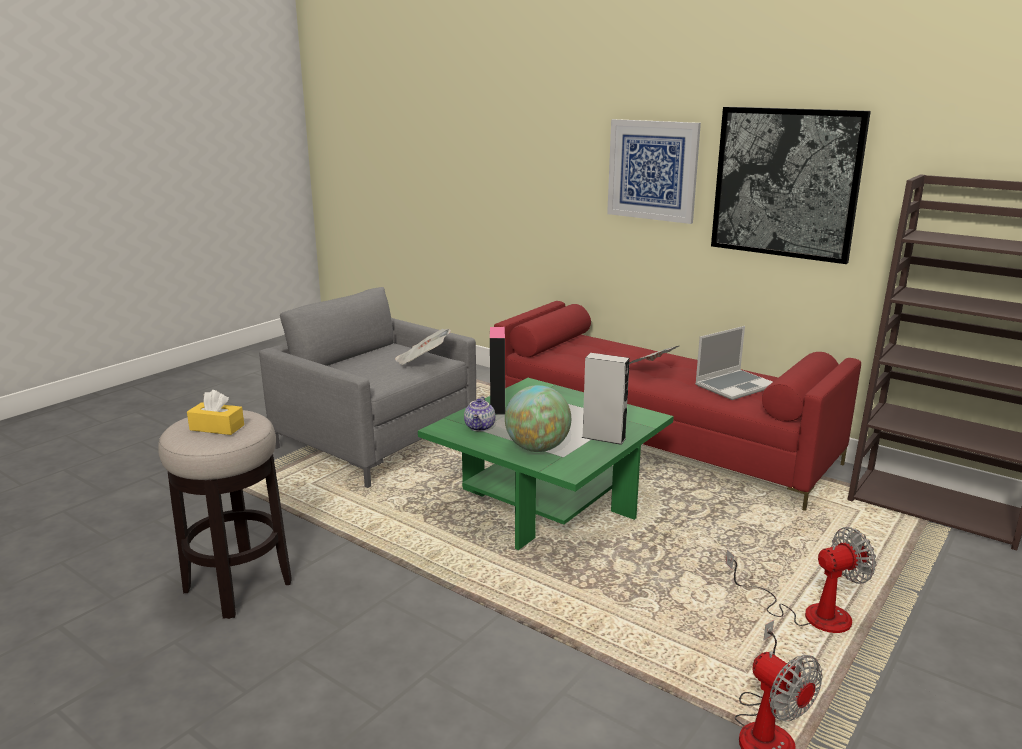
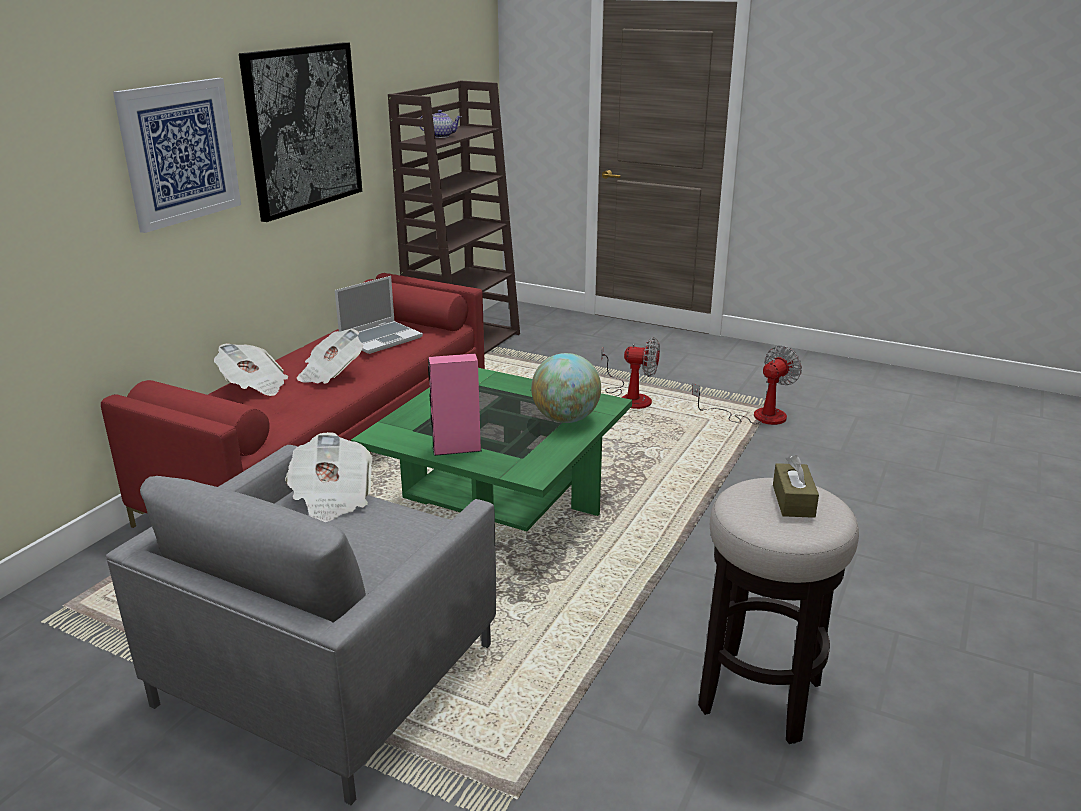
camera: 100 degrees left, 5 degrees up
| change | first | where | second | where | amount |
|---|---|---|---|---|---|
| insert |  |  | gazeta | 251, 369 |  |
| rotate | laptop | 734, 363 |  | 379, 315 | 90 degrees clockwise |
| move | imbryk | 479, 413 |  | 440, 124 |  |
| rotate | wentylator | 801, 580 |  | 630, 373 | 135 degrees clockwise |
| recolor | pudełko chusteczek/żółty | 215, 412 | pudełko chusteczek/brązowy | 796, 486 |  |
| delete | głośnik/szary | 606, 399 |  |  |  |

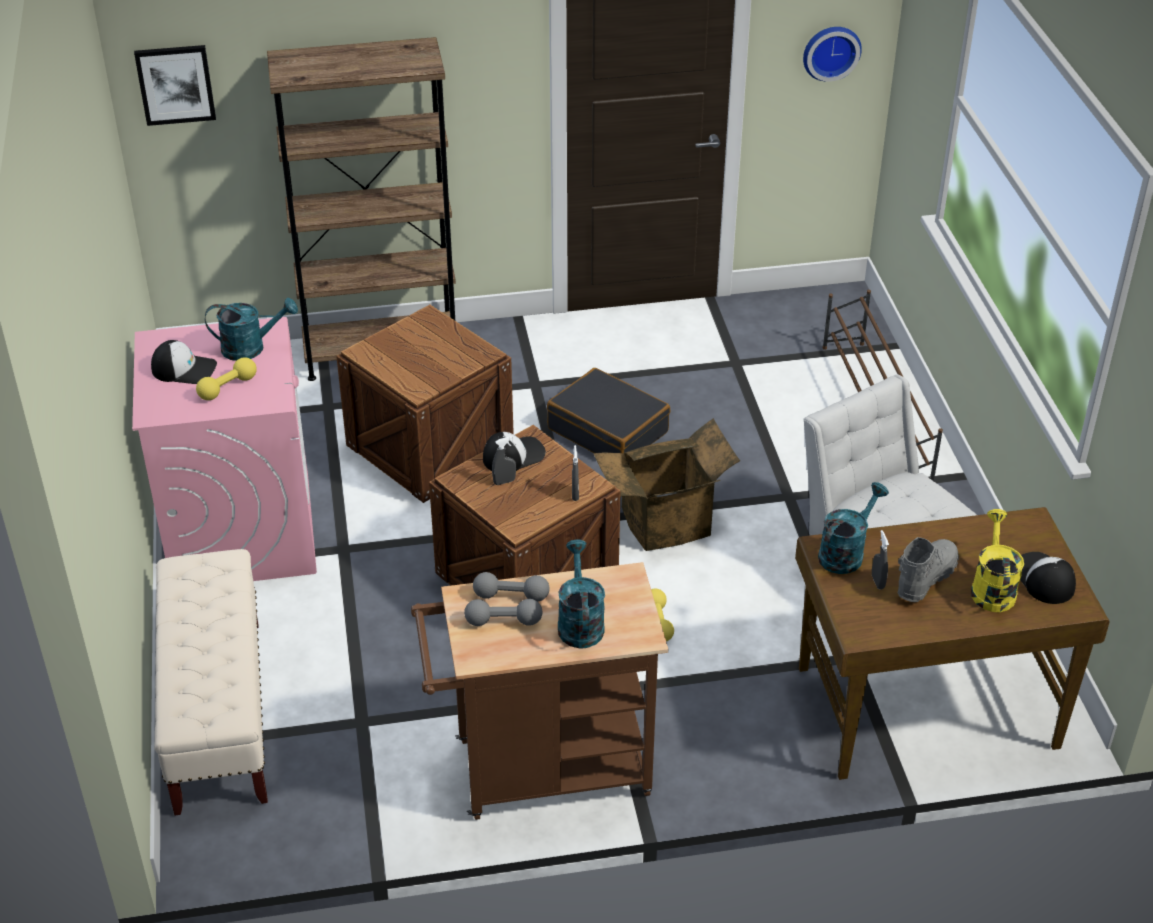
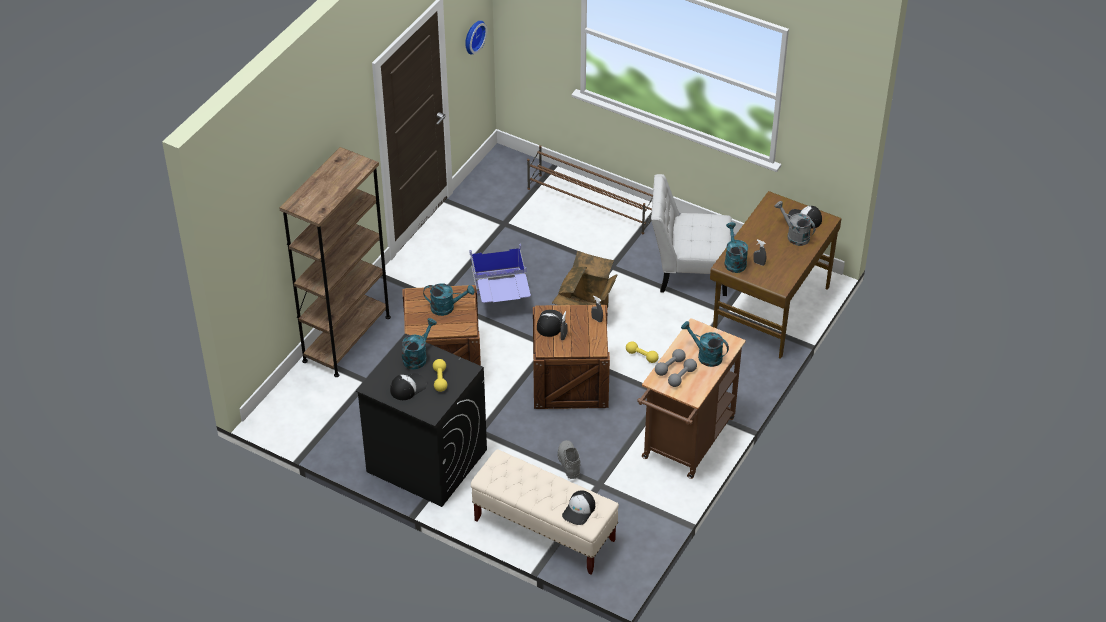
camera: 50 degrees left, 5 degrees up
| change | first | where | second | where | amount |
|---|---|---|---|---|---|
| recolor | pralka/różowy | 224, 449 | pralka/czarny | 421, 420 |  |
| insert |  |  | konewka/turkusowy | 449, 299 |  |
| replace | walizka/czarny | 608, 410 | pojemnik do przechowywania/niebieski | 500, 273 |  |
| move | but z cholewką/szary | 928, 569 |  | 569, 459 |  |
| insert |  |  | czapka z daszkiem | 578, 508 |  |
| recolor | konewka/żółty | 997, 560 | konewka/szary | 795, 223 |  |
| delete | obraz | 175, 85 |  |  |  |

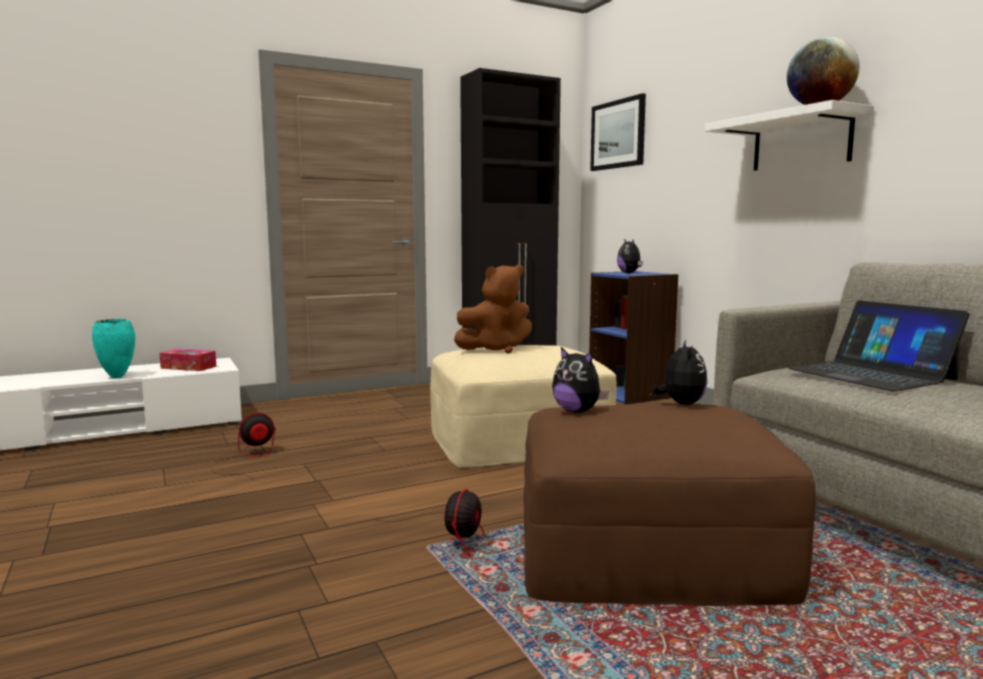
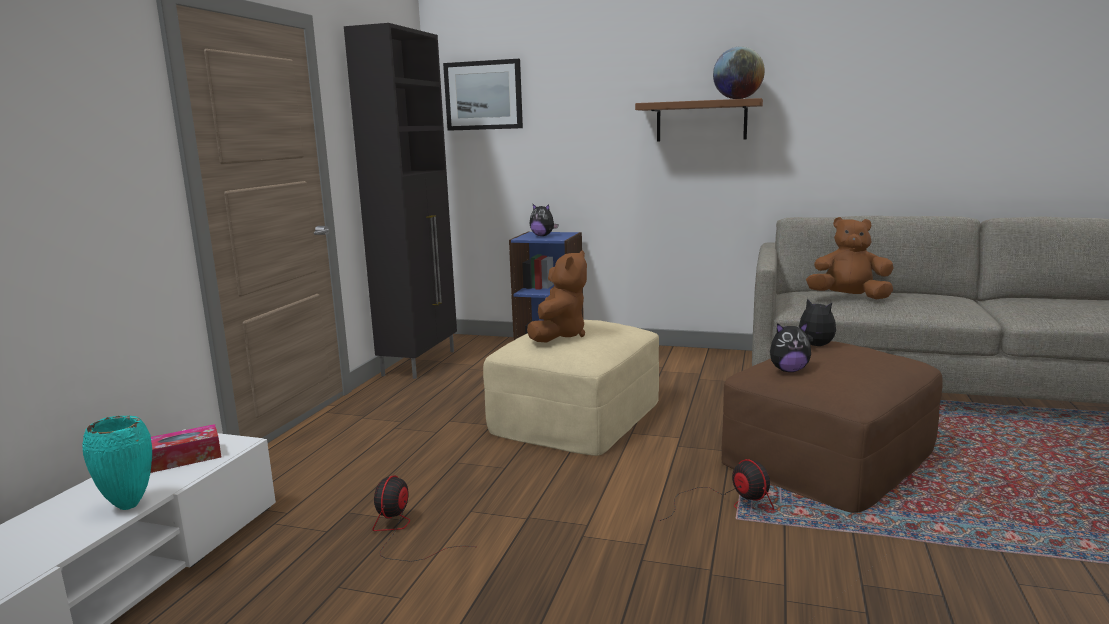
camera: 45 degrees left, 5 degrees up
| change | first | where | second | where | amount |
|---|---|---|---|---|---|
| recolor | półka/biały | 789, 135 | półka/brązowy | 699, 120 |  |
| replace | laptop | 879, 345 | pluszak/brązowy | 850, 258 |  |

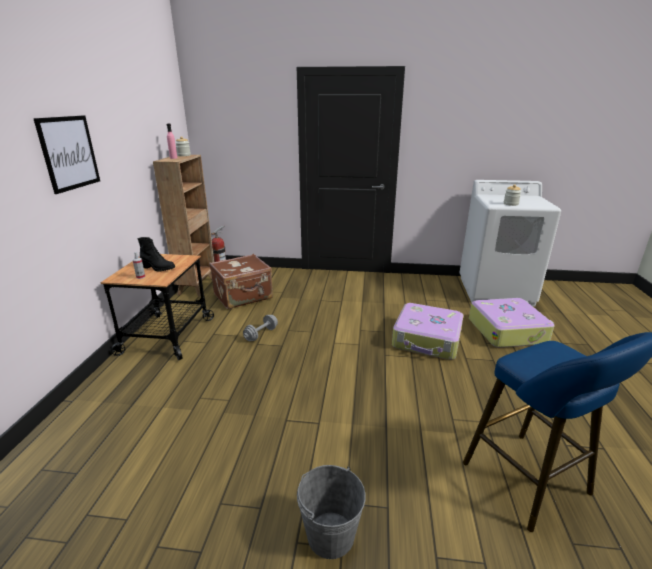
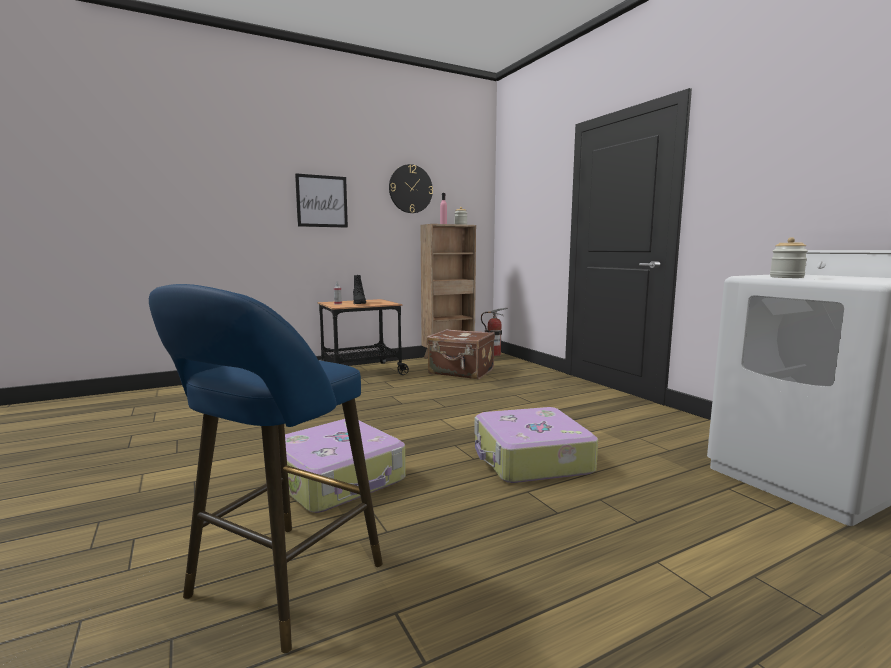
camera: 55 degrees right, 15 degrees down
| change | first | where | second | where | amount |
|---|---|---|---|---|---|
| move | walizka | 511, 323 |  | 345, 466 |  |
| insert |  |  | zegar ścienny | 411, 188 |  |
| delete | hantel/szary | 260, 328 |  |  |  |
| delete | wiadro/szary | 331, 512 |  |  |  |

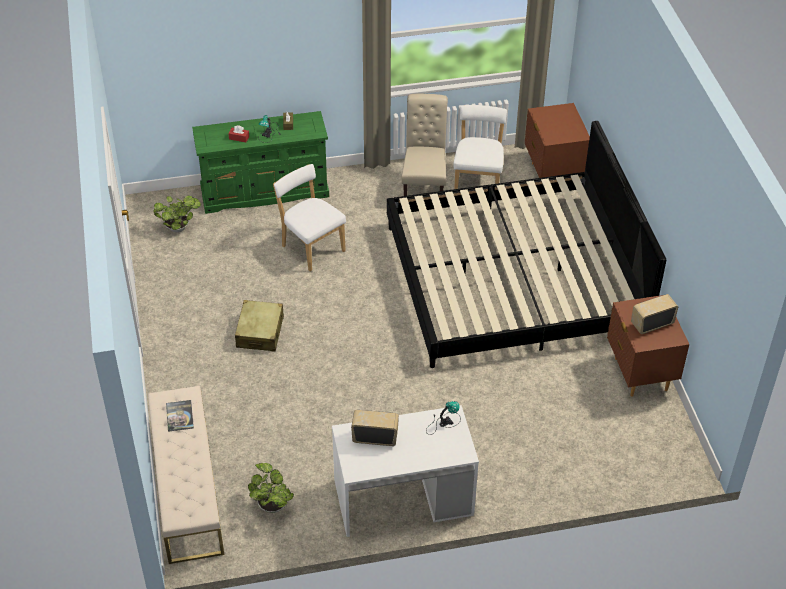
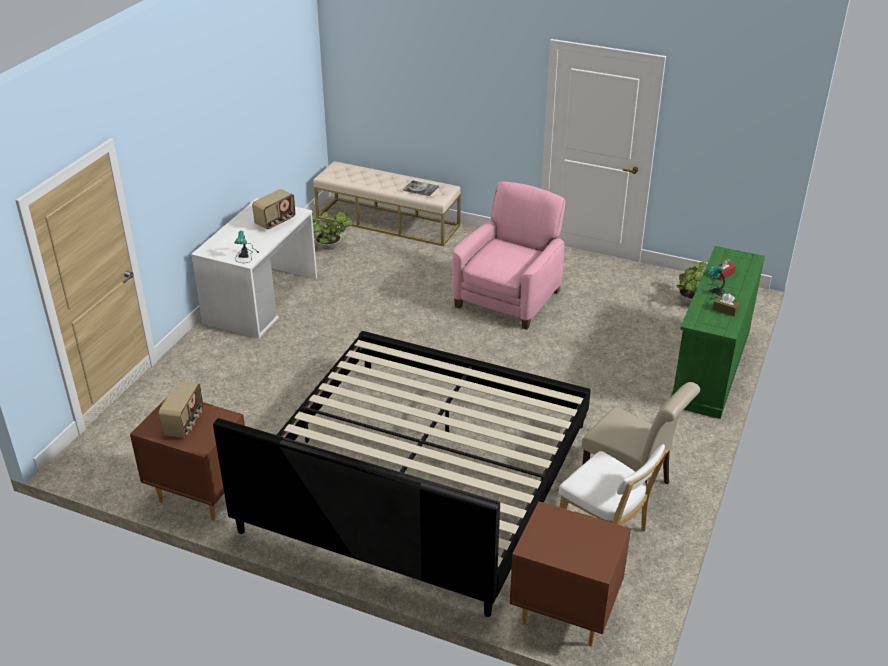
camera: 125 degrees right, 10 degrees down
| change | first | where | second | where | amount |
|---|---|---|---|---|---|
| replace | walizka/beżowy | 259, 326 | fotel/różowy | 508, 255 |  |
| delete | krzesło/biały | 309, 217 |  |  |  |

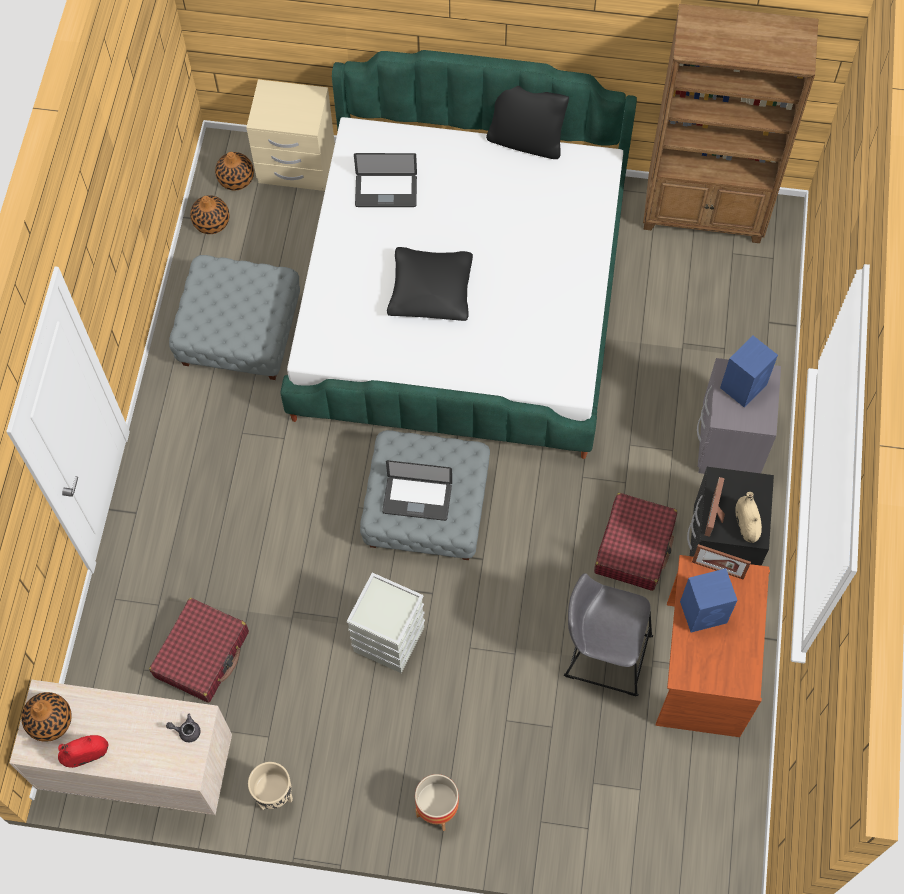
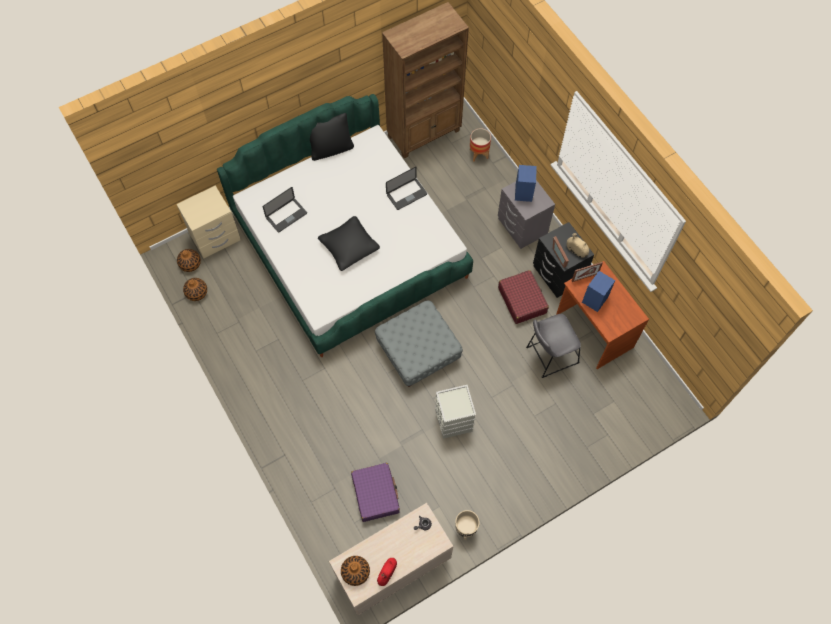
camera: 40 degrees left, 0 degrees up
| change | first | where | second | where | amount |
|---|---|---|---|---|---|
| recolor | walizka/czerwony | 199, 650 | walizka/fioletowy | 375, 492 |  |
| move | laptop | 417, 490 |  | 406, 188 |  |
| move | donica | 437, 802 |  | 480, 145 |  |
| delete | pufa/szary | 234, 317 |  |  |  |

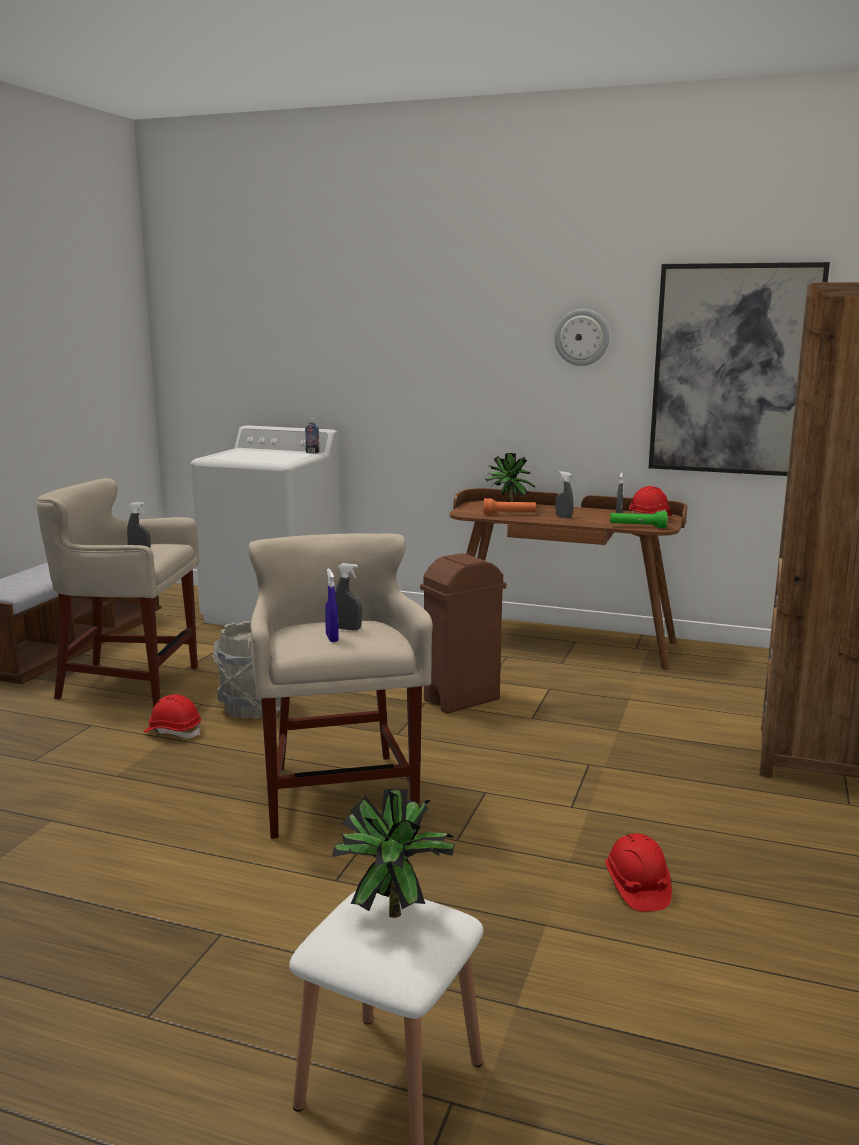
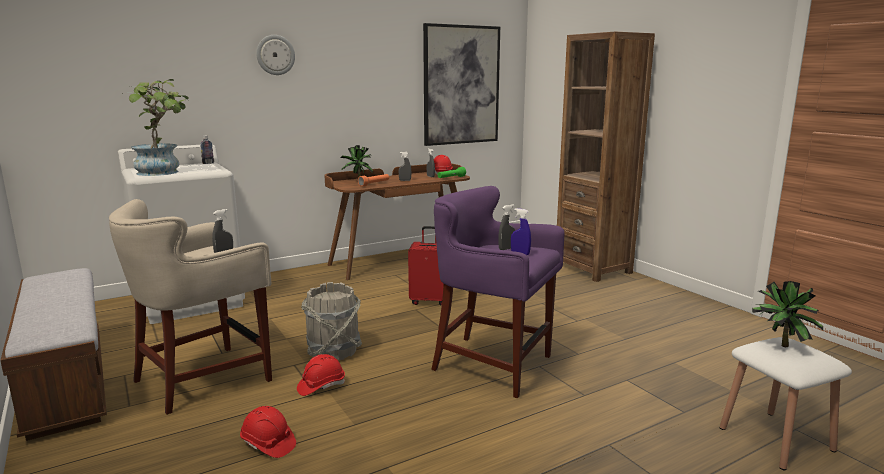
camera: 50 degrees left, 0 degrees up
| change | first | where | second | where | amount |
|---|---|---|---|---|---|
| insert |  |  | roślina doniczkowa | 155, 127 |  |
| move | kask/czerwony | 638, 872 |  | 268, 432 |  |
| move | zegar ścienny | 582, 337 |  | 275, 55 |  |
| replace | kosz na śmieci/brązowy | 463, 633 | walizka/czerwony | 426, 266 |  |
| recolor | stołek/beżowy | 340, 686 | stołek/fioletowy | 497, 292 |  |

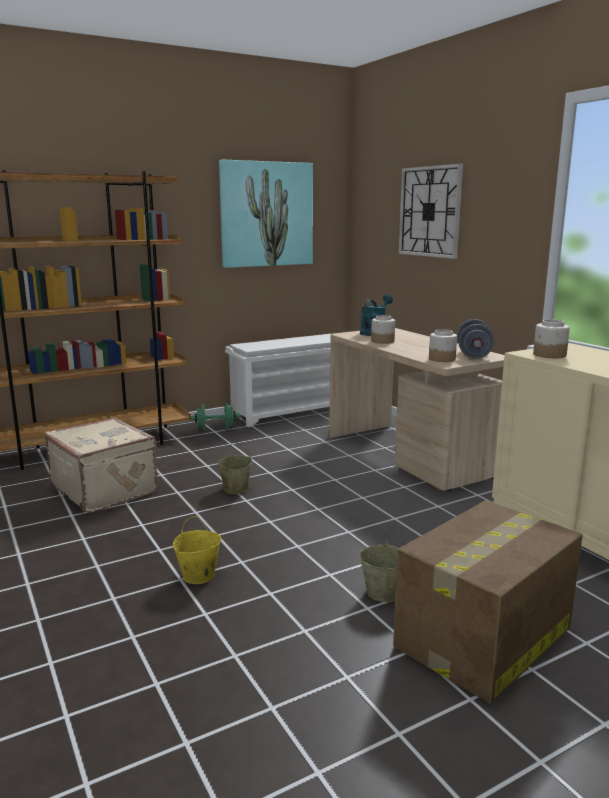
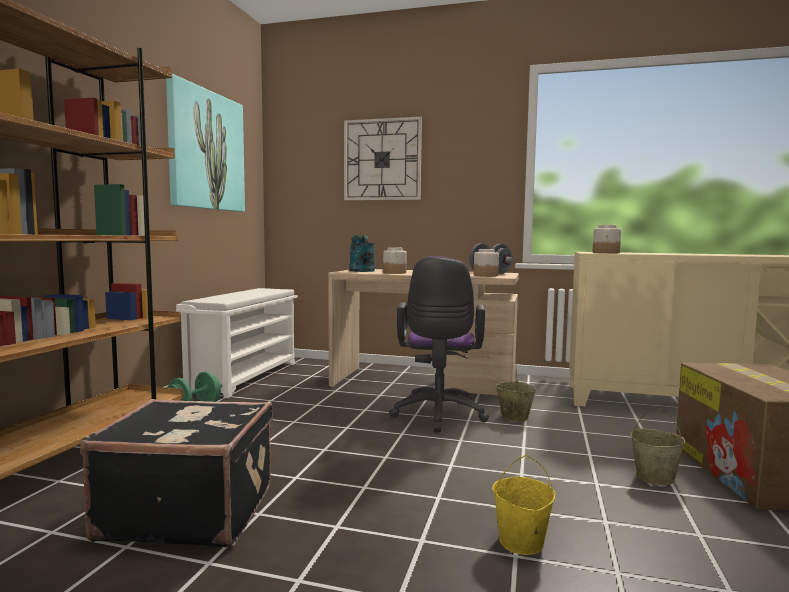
camera: 45 degrees left, 10 degrees down
| change | first | where | second | where | amount |
|---|---|---|---|---|---|
| recolor | walizka/beżowy | 101, 465 | walizka/czarny | 176, 473 |  |
| insert |  |  | krzesło biurowe/fioletowy | 439, 344 |  |
| move | wiadro/beżowy | 235, 468 |  | 515, 393 |  |

